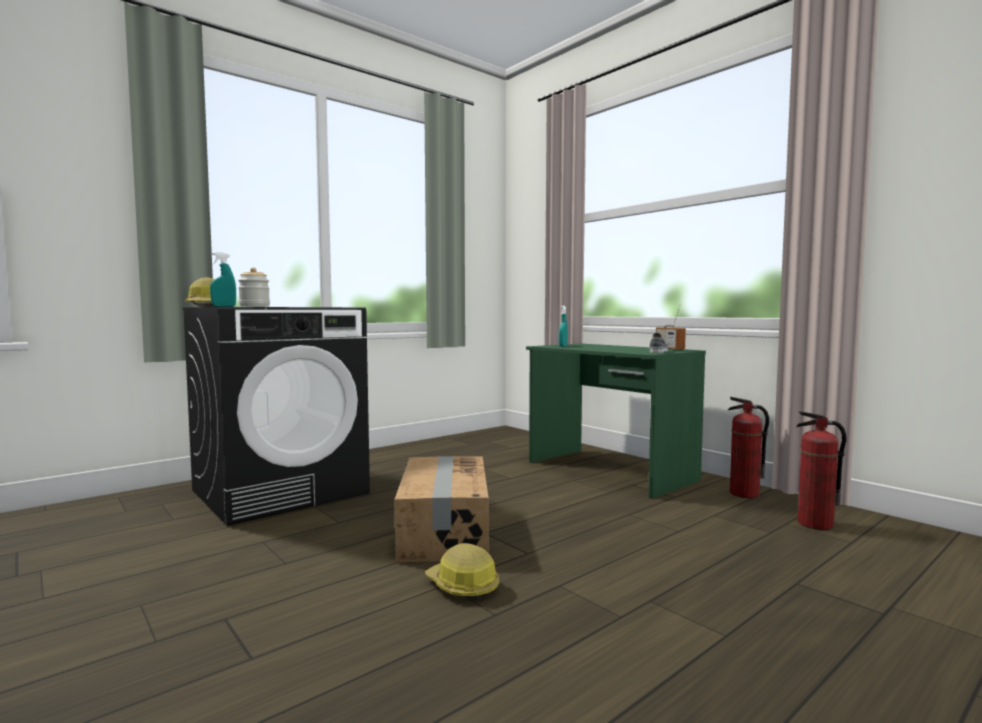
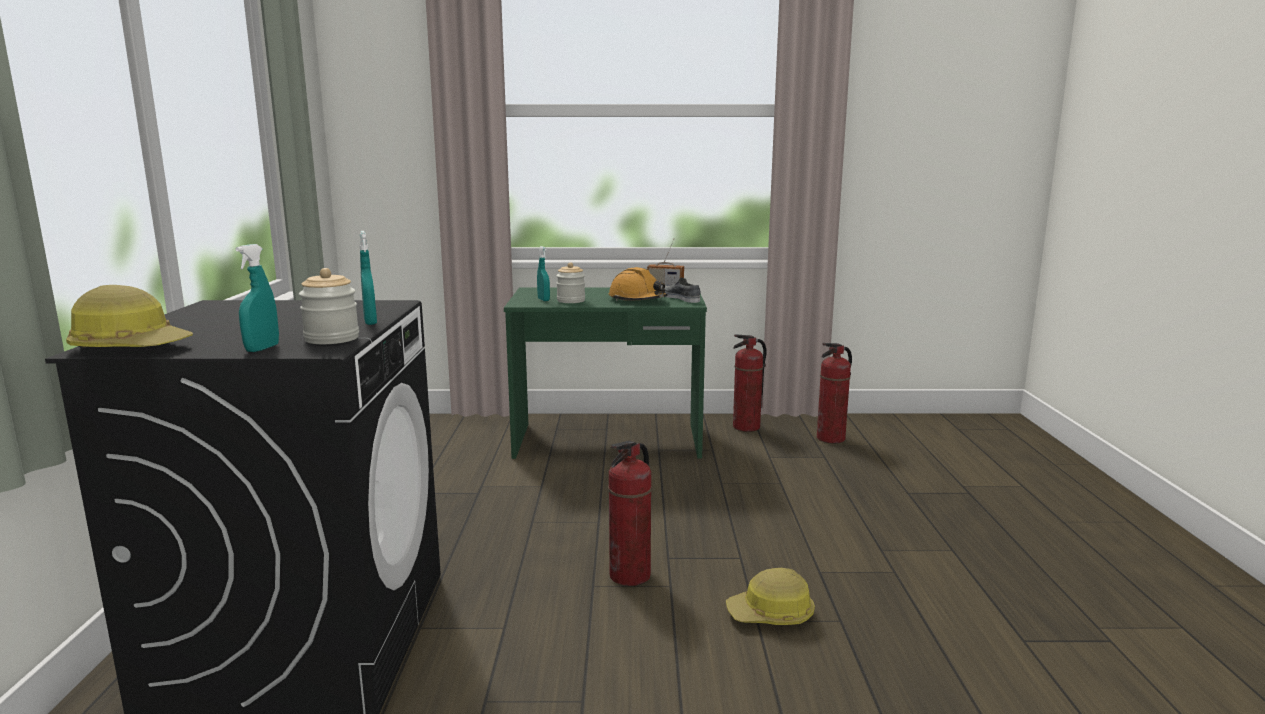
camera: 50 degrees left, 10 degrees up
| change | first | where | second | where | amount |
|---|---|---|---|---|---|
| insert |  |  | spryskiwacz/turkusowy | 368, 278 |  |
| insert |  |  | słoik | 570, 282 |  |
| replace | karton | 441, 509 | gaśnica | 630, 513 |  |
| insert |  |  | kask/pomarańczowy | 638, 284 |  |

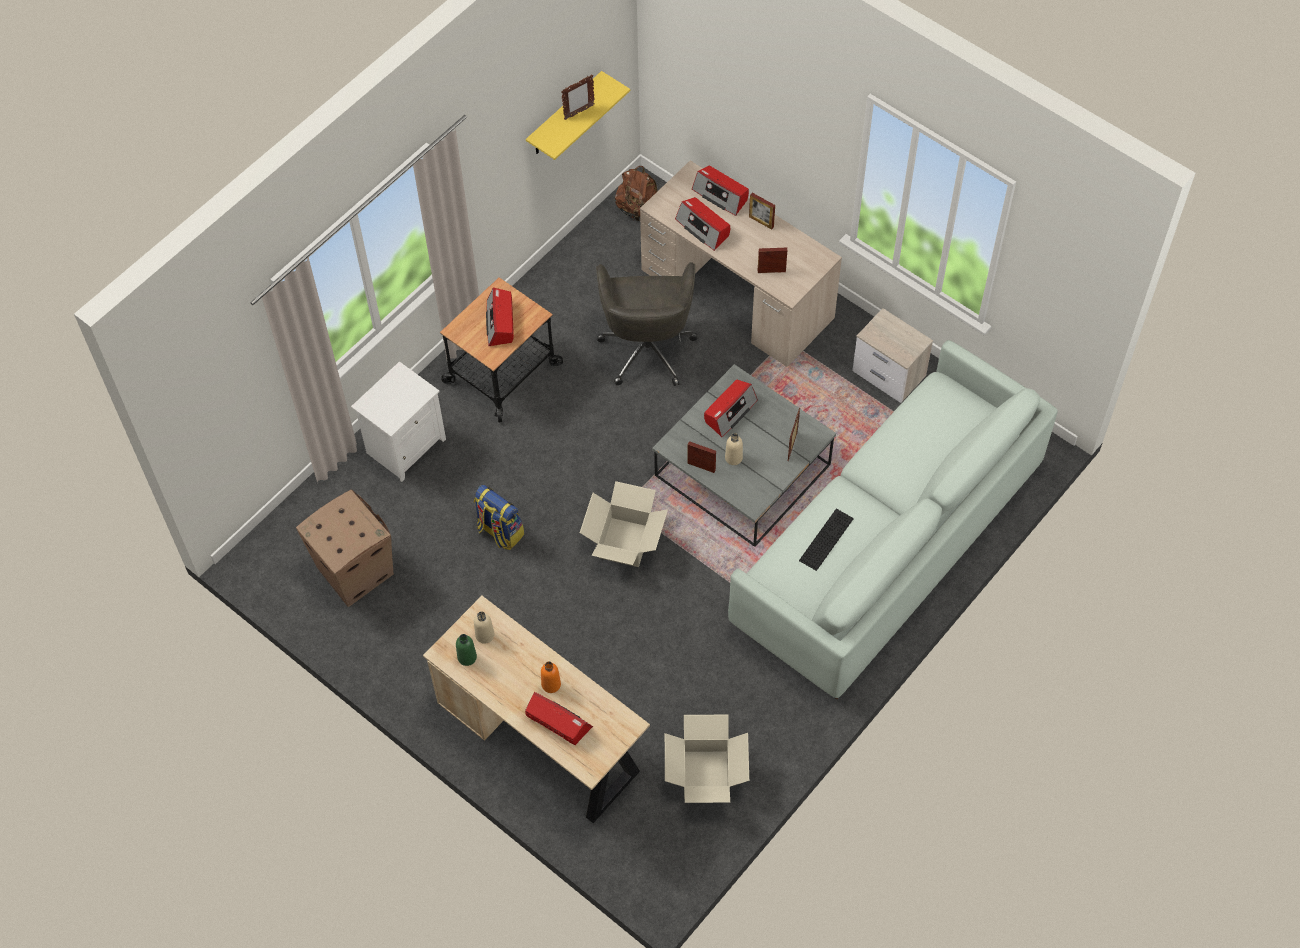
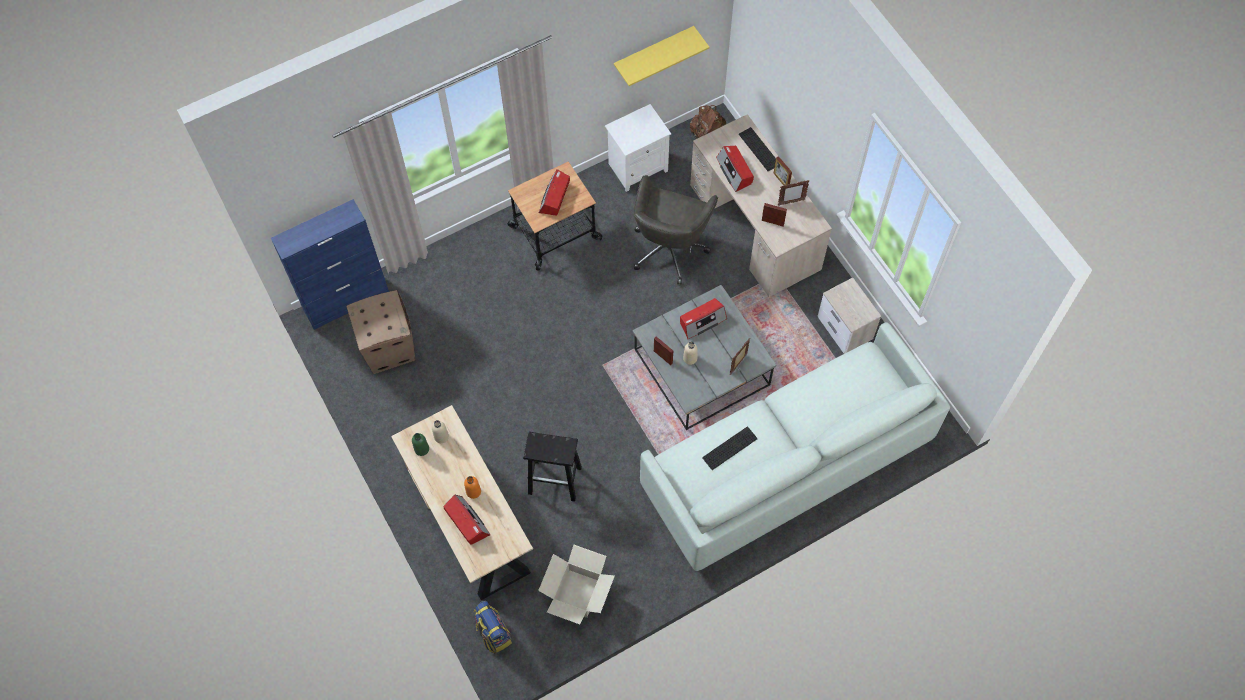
camera: 20 degrees right, 5 degrees up
| change | first | where | second | where | amount |
|---|---|---|---|---|---|
| insert |  |  | szafka/niebieski | 330, 264 |  |
| move | plecak | 499, 517 |  | 493, 627 |  |
| insert |  |  | stołek/czarny | 552, 467 |  |
| move | szafka nocna/biały | 398, 421 |  | 638, 148 |  |
| replace | radio | 720, 191 | klawiatura | 757, 149 |  |
| move | ramka na zdjęcie | 578, 97 |  | 793, 193 |  |
| delete | karton | 624, 524 |  |  |  |

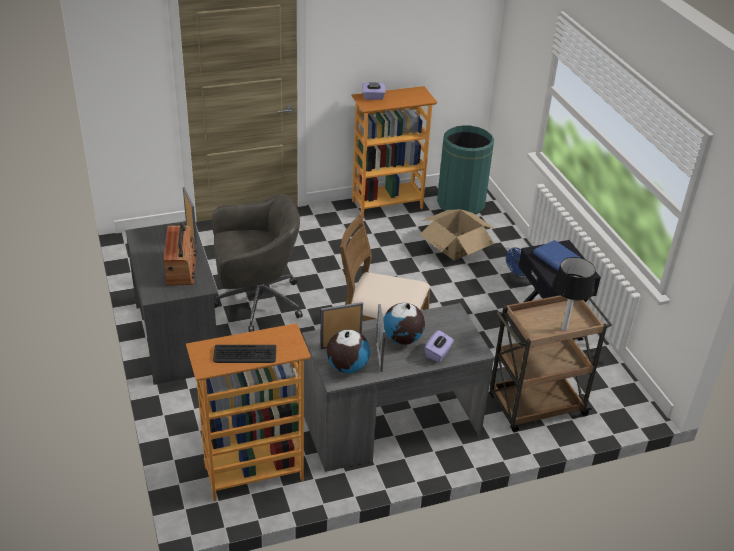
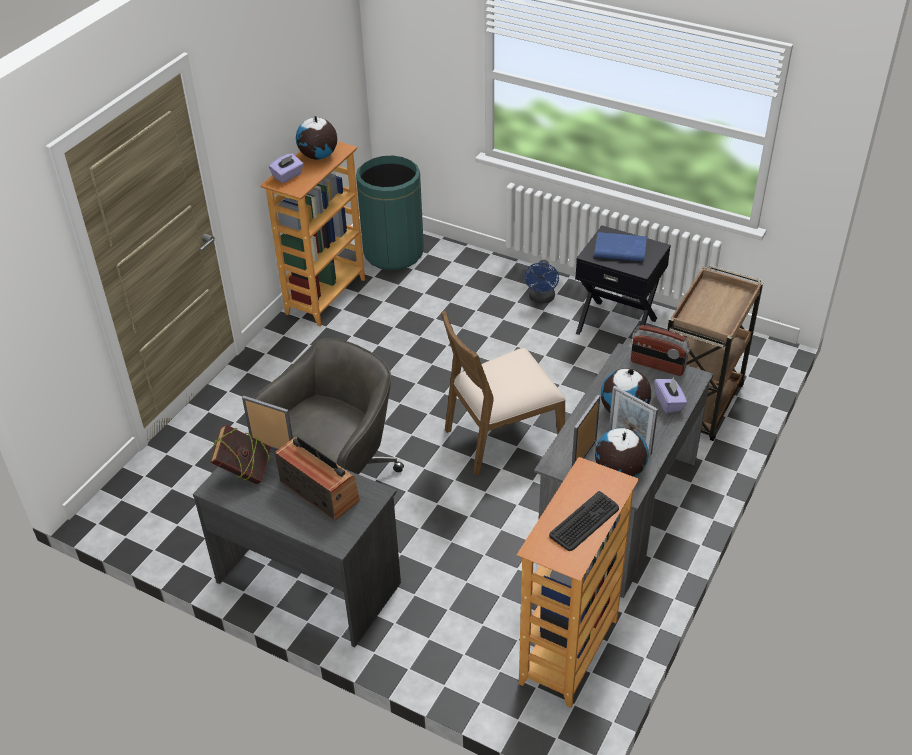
camera: 40 degrees left, 5 degrees up
| change | first | where | second | where | amount |
|---|---|---|---|---|---|
| insert |  |  | książka | 240, 454 |  |
| insert |  |  | globus | 316, 137 |  |
| insert |  |  | radio | 660, 350 |  |
| delete | karton | 457, 235 |  |  |  |
| delete | lampa stołowa | 573, 294 |  |  |  |

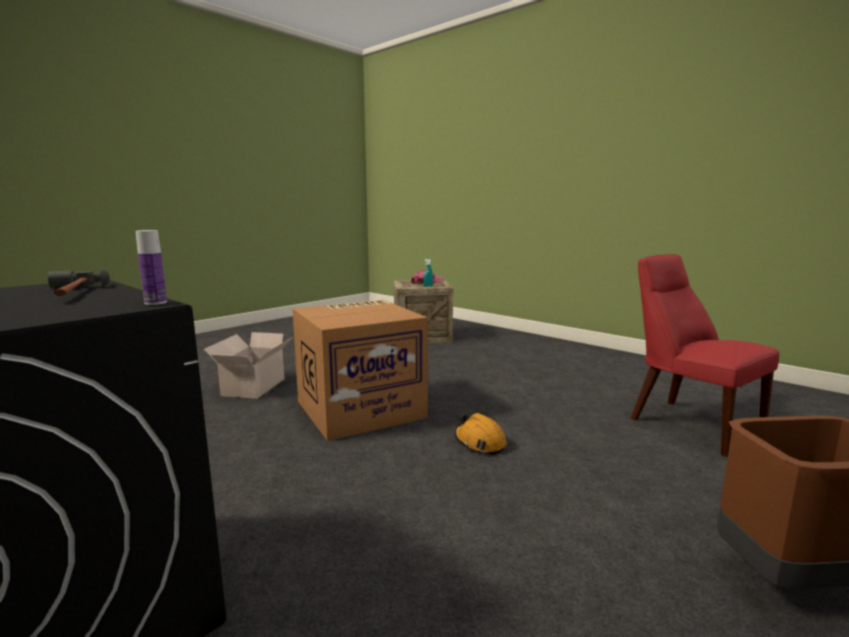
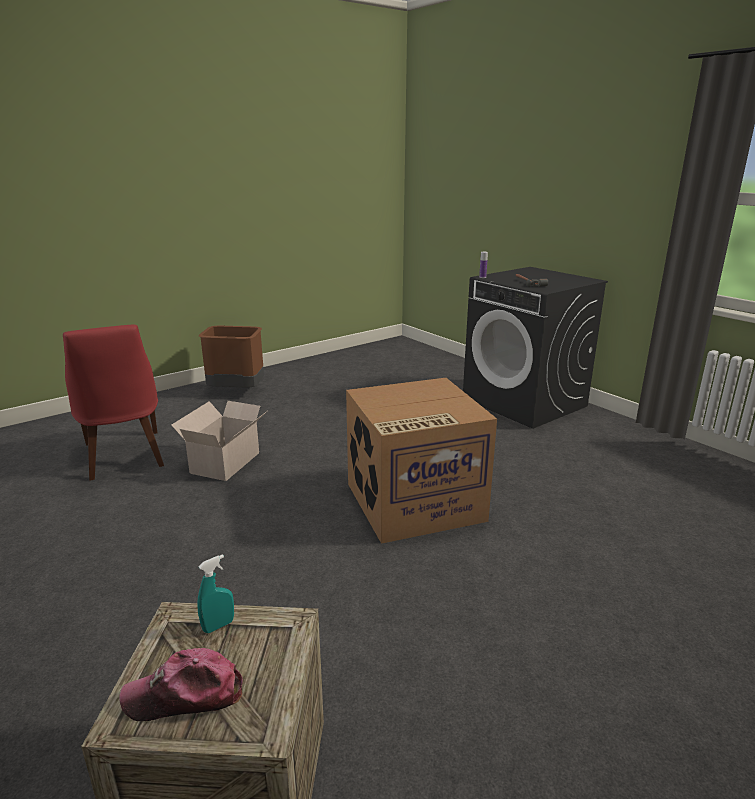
camera: 170 degrees left, 10 degrees up
| change | first | where | second | where | amount |
|---|---|---|---|---|---|
| move | karton | 248, 365 |  | 219, 441 |  |
| delete | kask/pomarańczowy | 481, 434 |  |  |  |

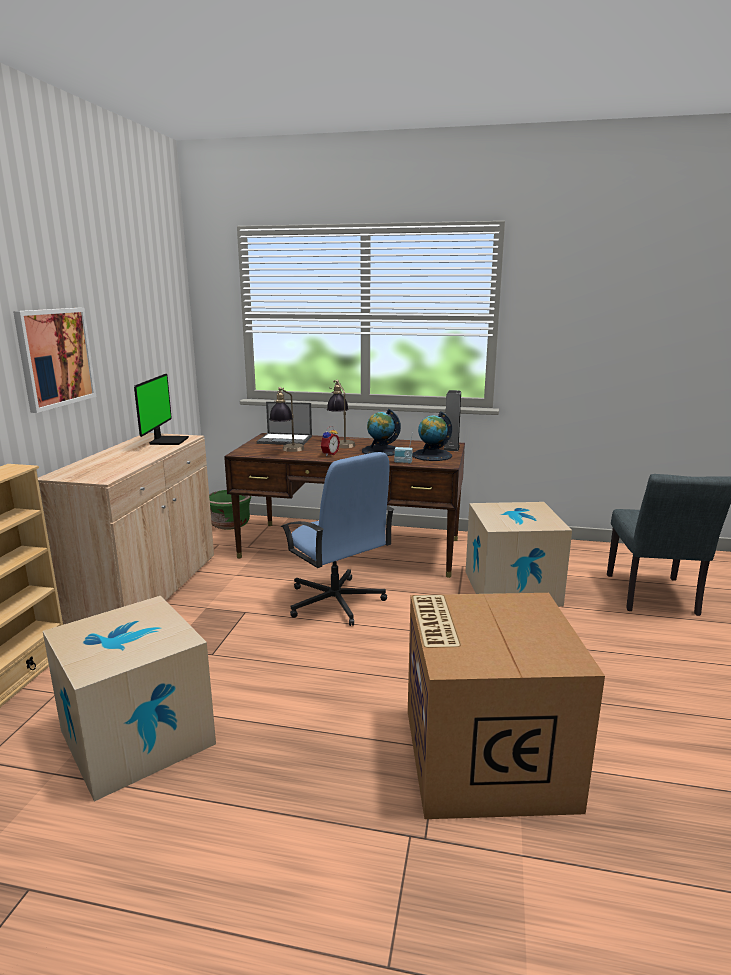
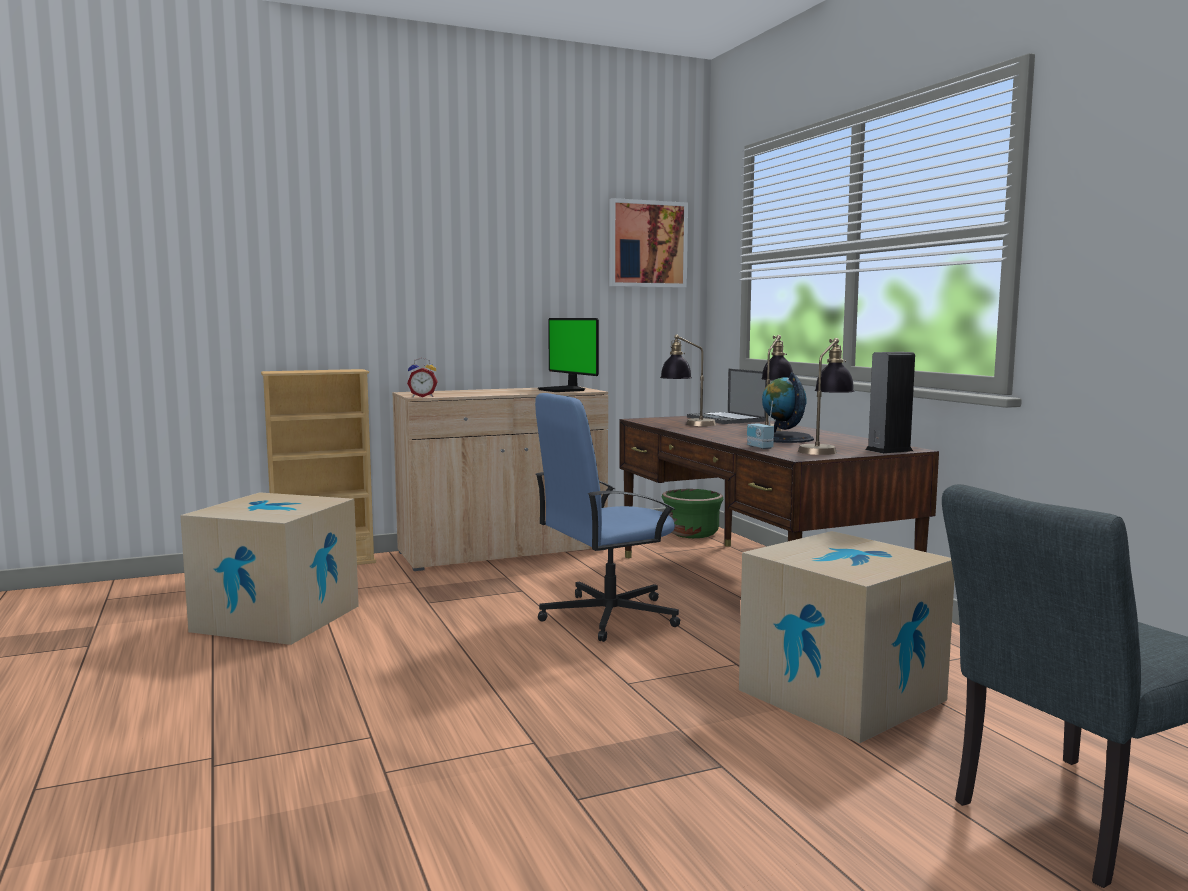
camera: 55 degrees right, 10 degrees down
| change | first | where | second | where | amount |
|---|---|---|---|---|---|
| move | budzik | 330, 441 |  | 422, 377 |  |
| rotate | krzesło biurowe/niebieski | 337, 539 |  | 607, 517 | 45 degrees clockwise |
| rotate | monitor | 161, 409 |  | 568, 355 | 90 degrees clockwise |
| move | obraz | 54, 360 |  | 648, 243 |  |
| replace | globus | 432, 436 | lampa stołowa | 826, 396 |  |
| delete | karton | 506, 706 |  |  |  |

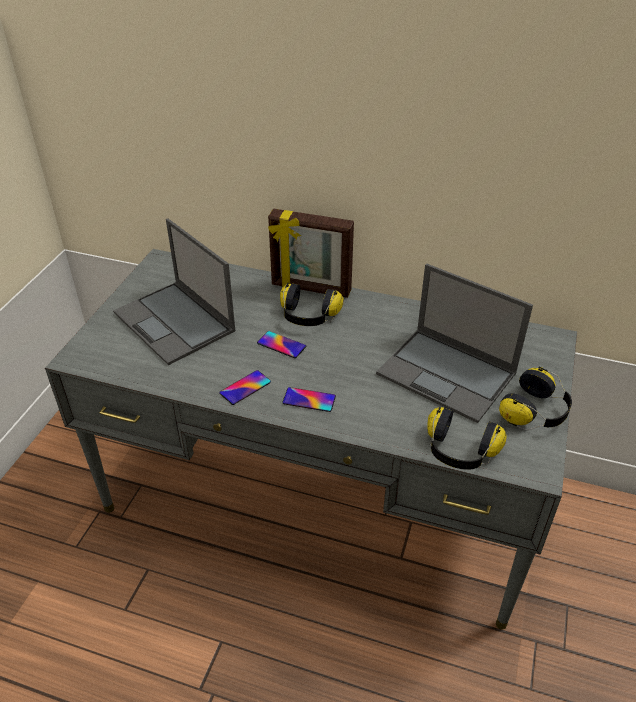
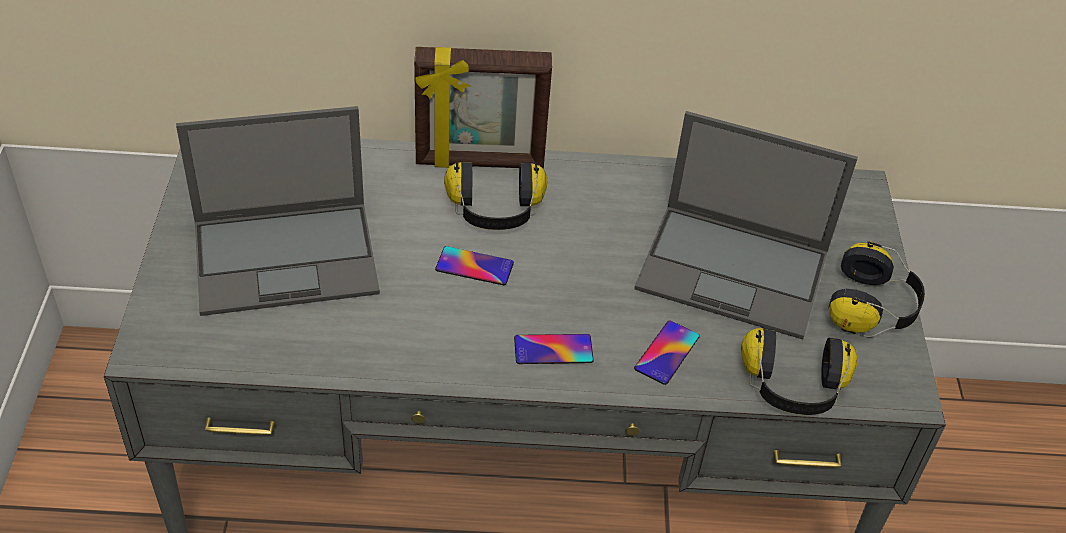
camera: 20 degrees left, 5 degrees up
| change | first | where | second | where | amount |
|---|---|---|---|---|---|
| rotate | laptop | 174, 291 |  | 278, 211 | 45 degrees counterclockwise |
| move | telefon | 245, 387 |  | 667, 352 |  |

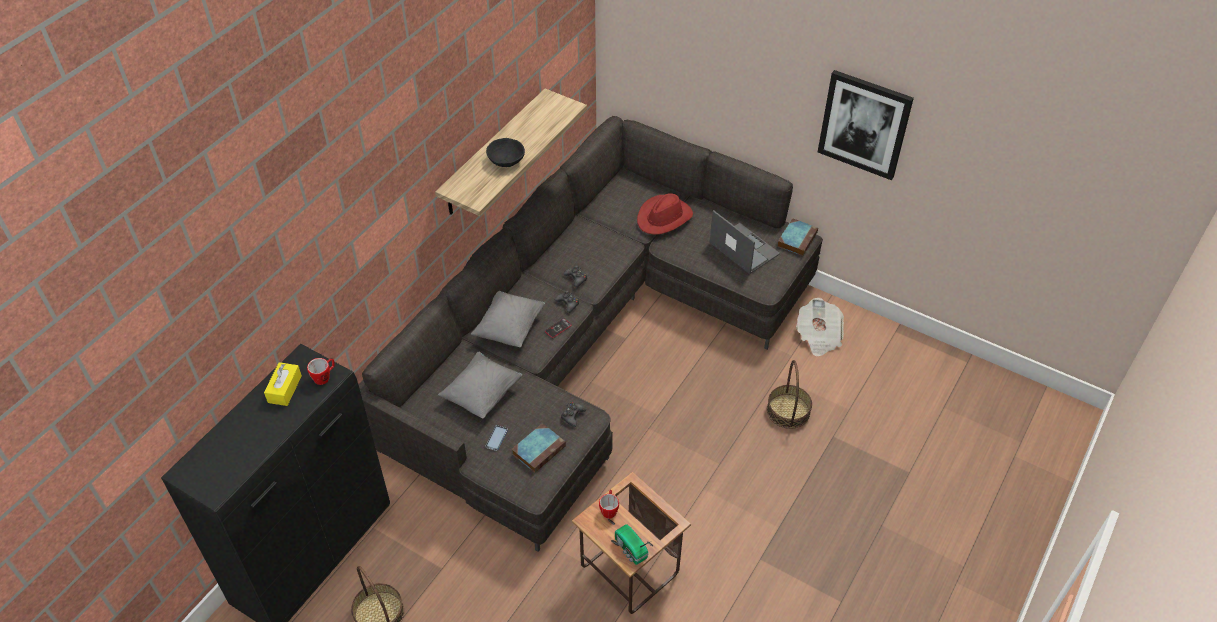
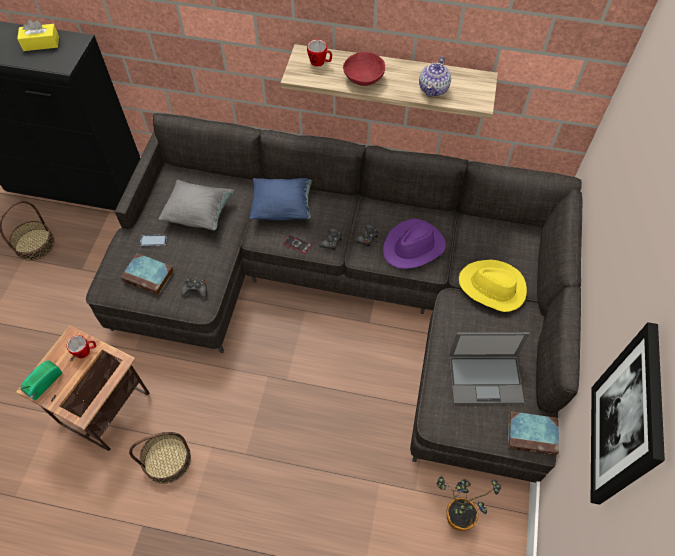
camera: 70 degrees right, 10 degrees up
| change | first | where | second | where | amount |
|---|---|---|---|---|---|
| move | koszyk | 789, 394 |  | 160, 458 |  |
| recolor | poduszka/szary | 508, 319 | poduszka/niebieski | 281, 199 |  |
| move | kubek | 321, 371 |  | 319, 53 |  |
| recolor | miska/czarny | 505, 152 | miska/czerwony | 364, 69 |  |
| insert |  |  | kapelusz/fioletowy | 414, 244 |  |
| insert |  |  | imbryk | 435, 76 |  |
| replace | gazeta | 820, 327 | roślina doniczkowa | 468, 503 |  |
| rotate | laptop | 745, 242 |  | 489, 368 | 60 degrees clockwise |
| recolor | kapelusz/czerwony | 665, 214 | kapelusz/żółty | 493, 286 |  |

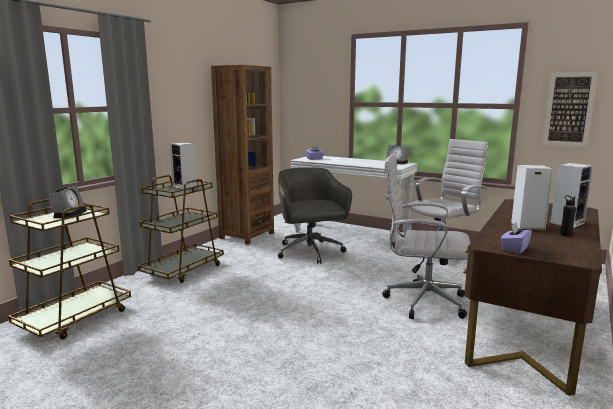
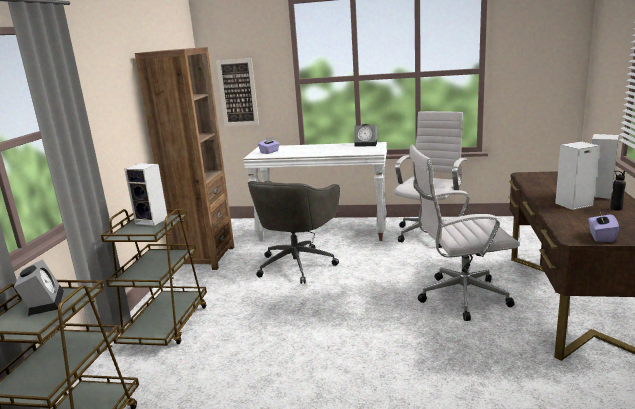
camera: 20 degrees left, 5 degrees up
| change | first | where | second | where | amount |
|---|---|---|---|---|---|
| move | obraz | 570, 109 |  | 237, 92 |  |
| rotate | krzesło biurowe/szary | 315, 215 |  | 294, 232 | 120 degrees counterclockwise |

